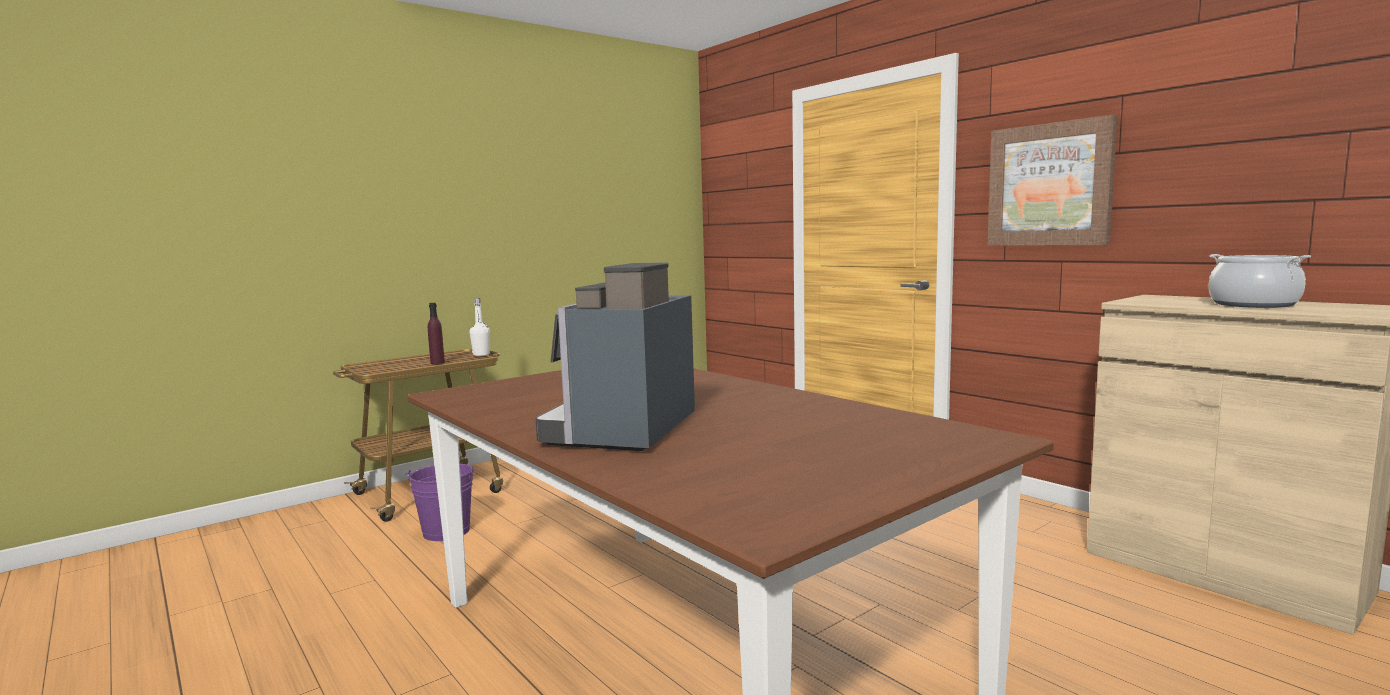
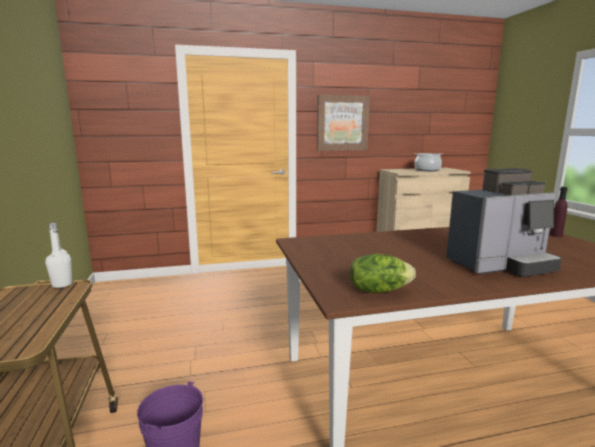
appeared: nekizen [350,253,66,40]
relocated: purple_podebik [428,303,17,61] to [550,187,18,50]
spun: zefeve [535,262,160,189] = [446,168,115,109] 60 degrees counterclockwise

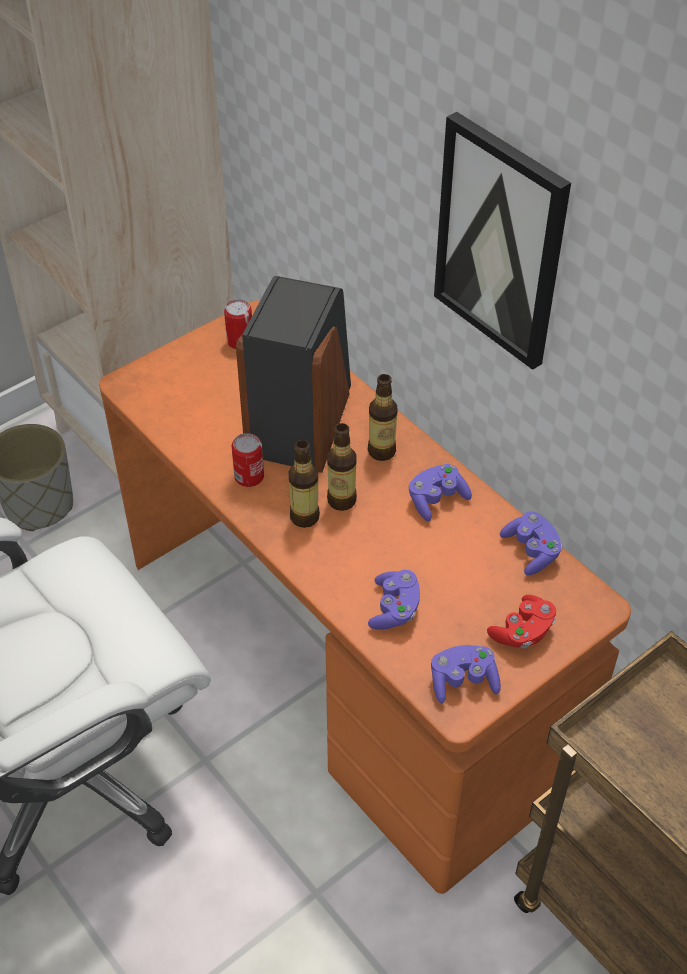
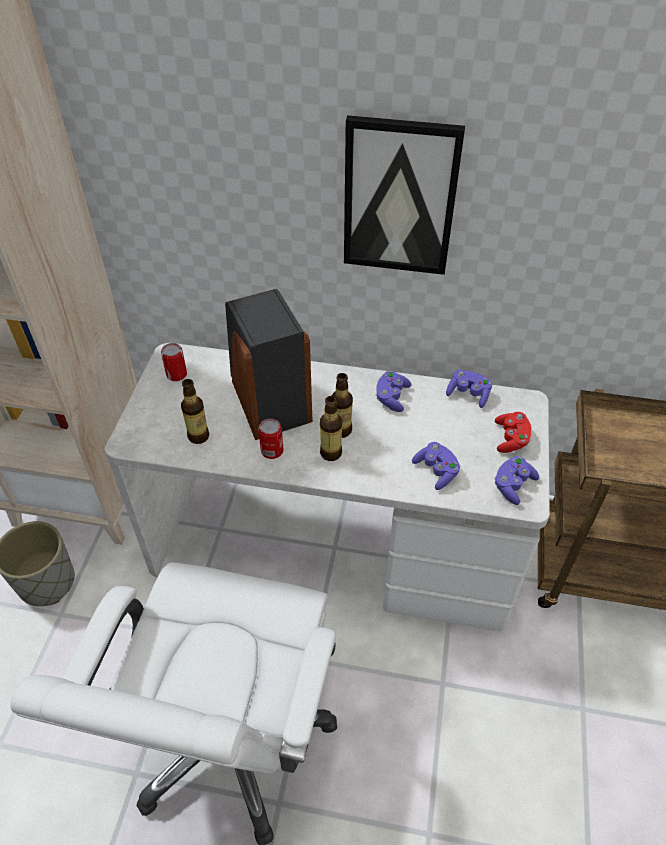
relocated: podebik [368,374,29,87] to [181,379,28,65]
colour: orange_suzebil [99,301,532,593] to white_suzebil [104,343,446,289]

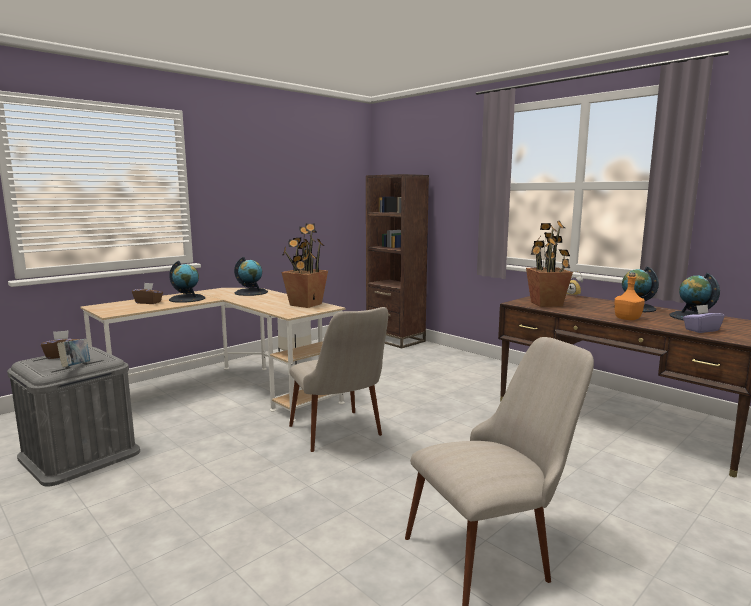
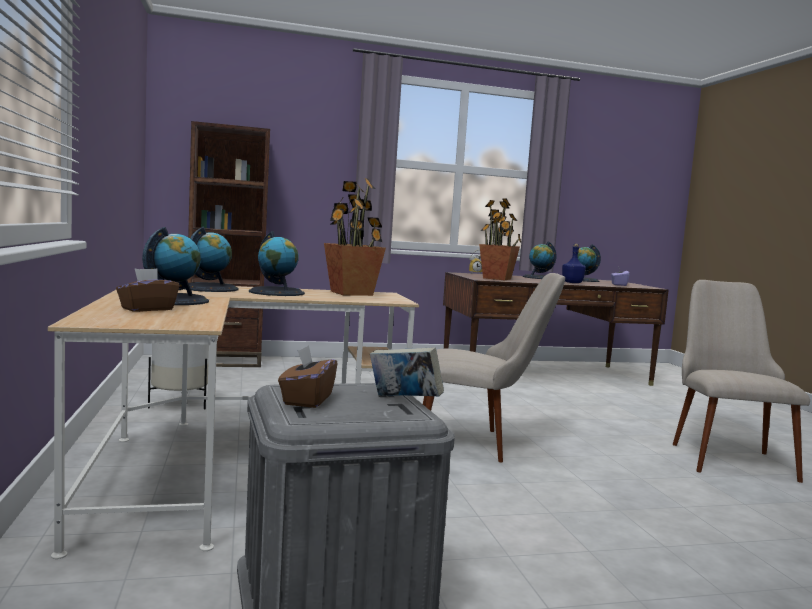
appeared: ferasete [249,231,56,65]
colour: orange_podebik [614,273,31,47] to blue_podebik [562,244,24,39]

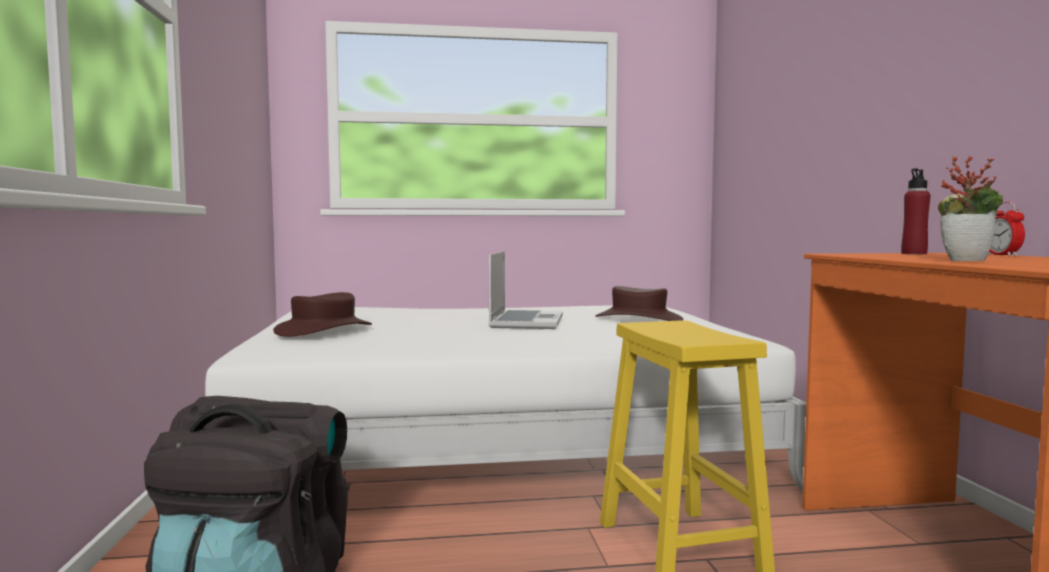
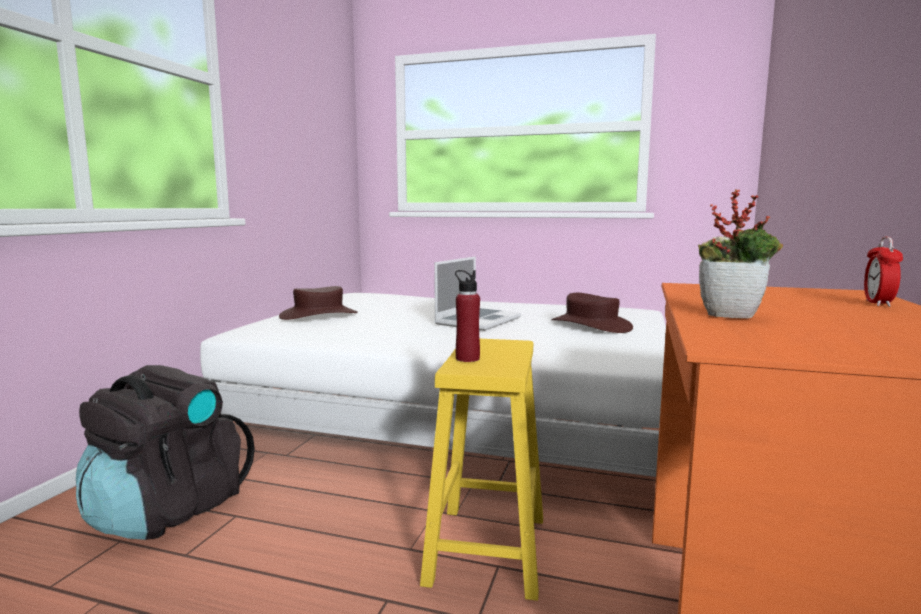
relocated: red_podebik [901,168,29,86] to [455,270,25,92]

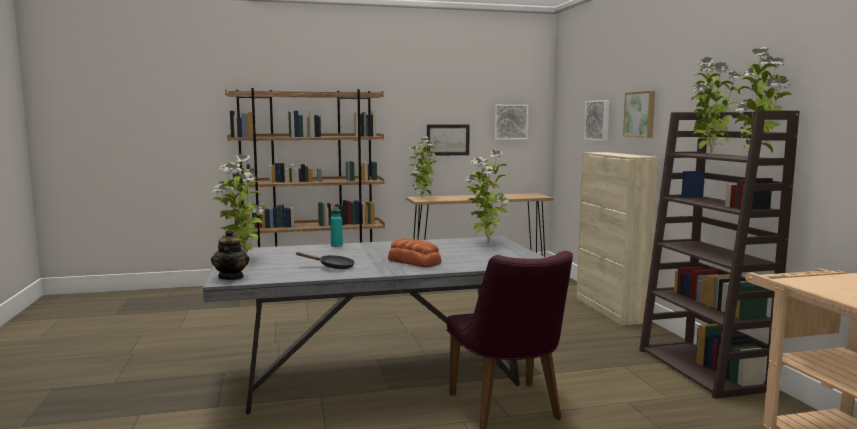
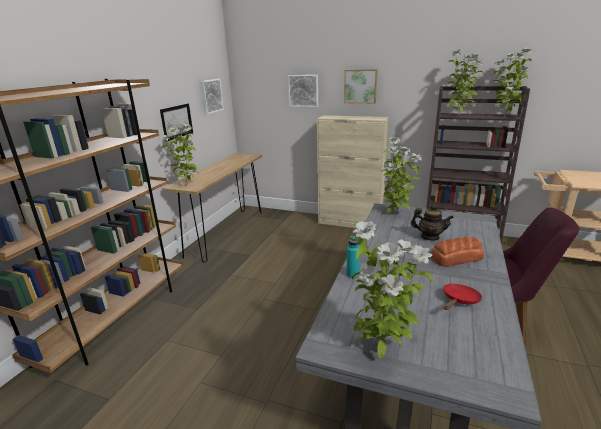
relocated: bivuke [211,229,38,51] to [411,204,43,37]
colour: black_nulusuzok [296,252,59,17] to red_nulusuzok [443,284,39,26]

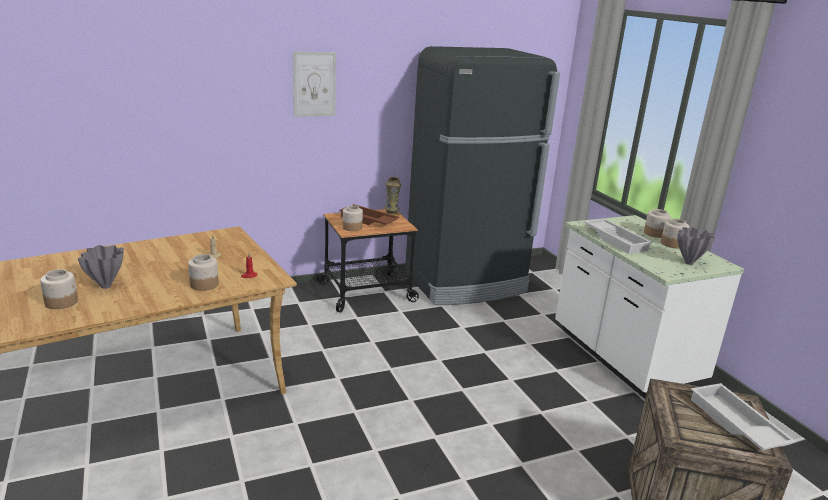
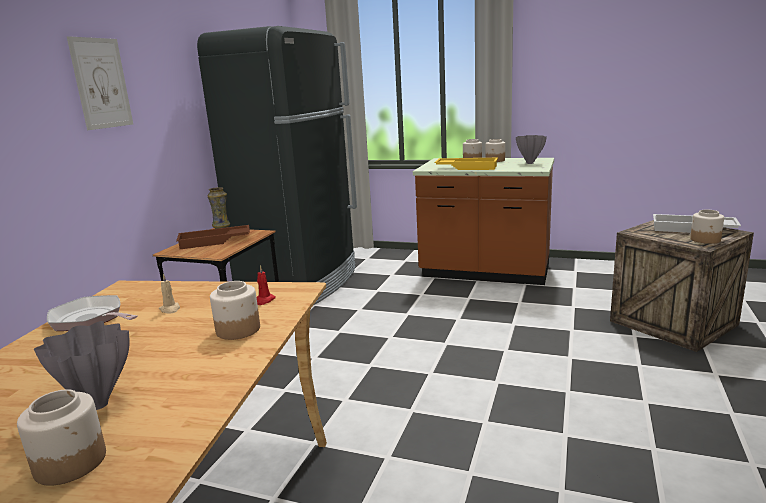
appeared: nulusuzok [47,295,91,36]
relocated: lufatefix [342,205,21,26] to [690,210,34,34]
colour: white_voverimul [555,215,189,184] to brown_voverimul [413,158,141,127]; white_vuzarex [584,219,68,35] to yellow_vuzarex [434,158,64,12]

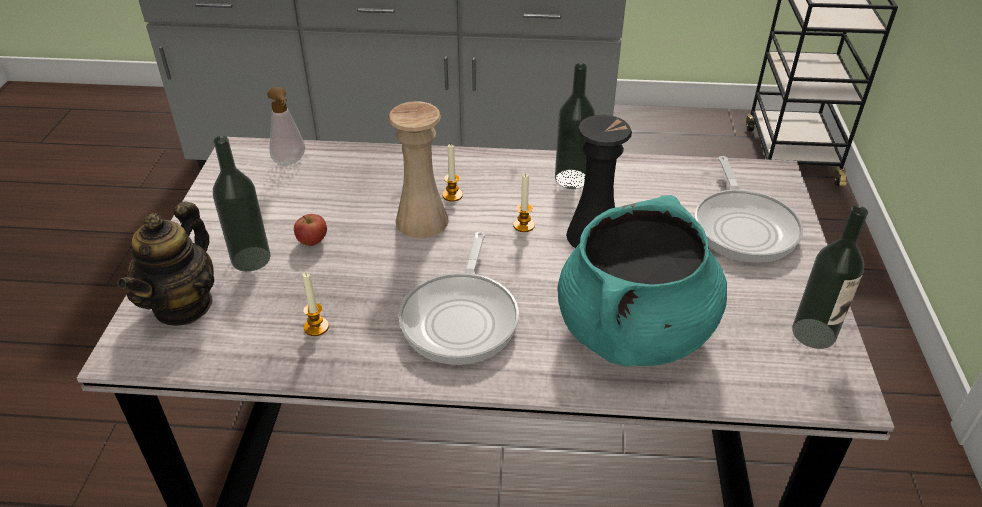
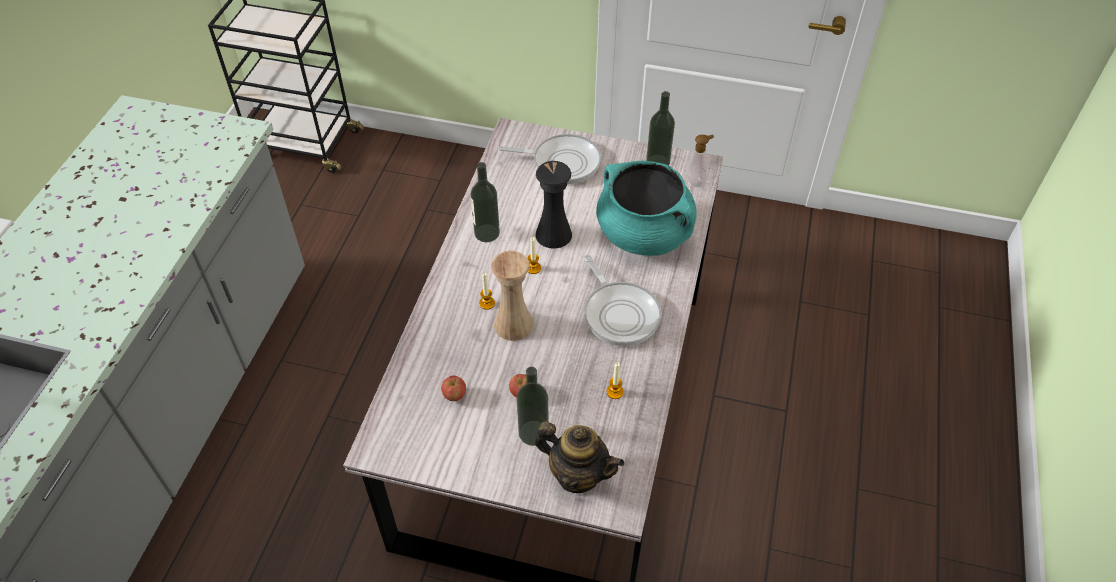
appeared: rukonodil [441,376,25,25]
relocated: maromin [267,87,38,78] to [686,134,28,53]
spun: nulusuzok [399,232,120,133] = [584,255,77,91] 45 degrees clockwise

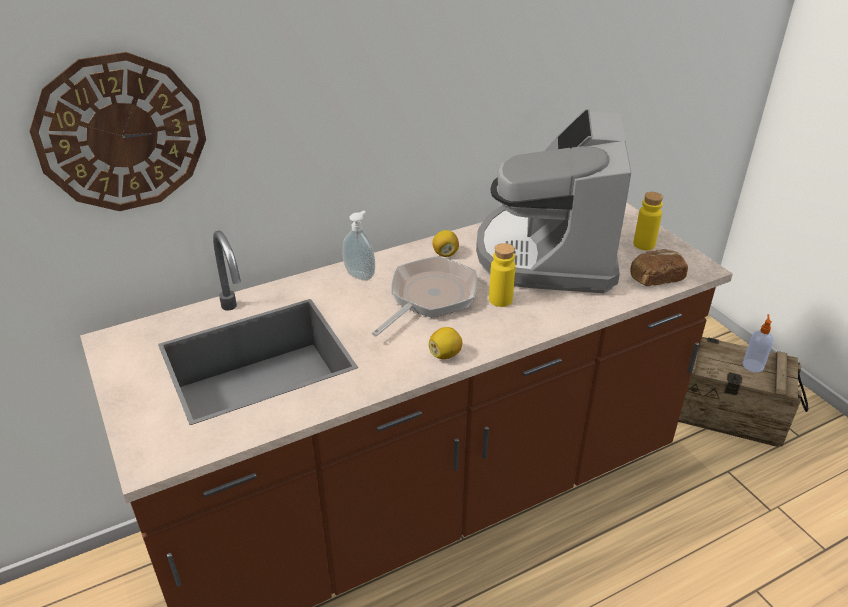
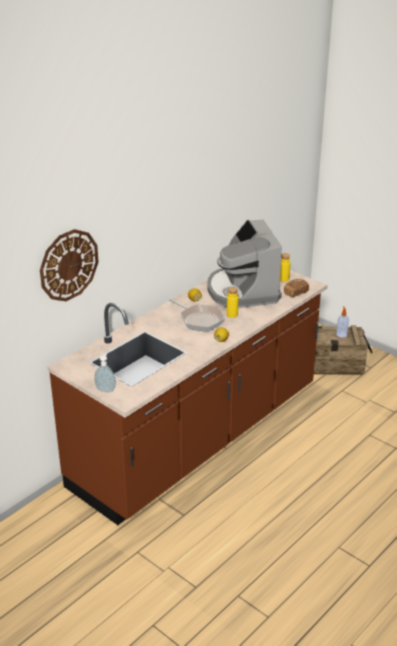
relocated: maromin [342,210,33,71] to [94,354,22,38]
spun: nulusuzok [372,256,105,81] = [169,299,55,33] 120 degrees clockwise

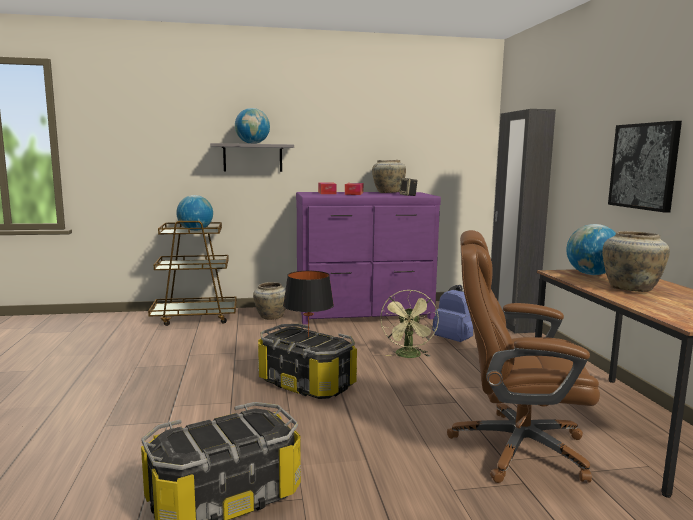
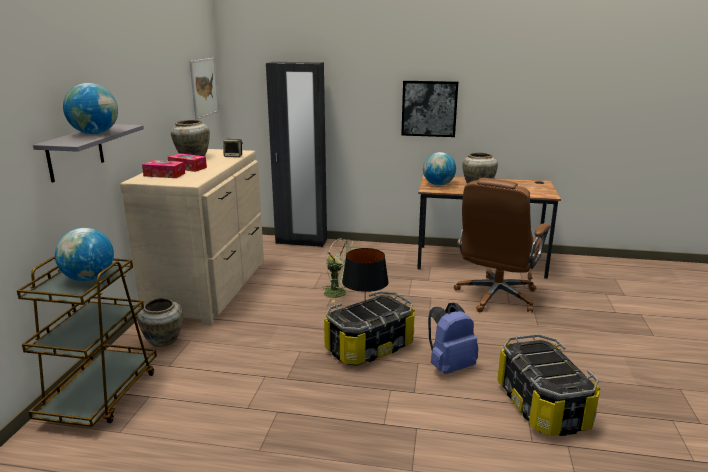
appeared: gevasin [189,58,30,62]
relocated: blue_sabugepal [432,285,41,57] to [428,303,50,71]
colour: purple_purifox [296,192,145,133] to beige_purifox [120,149,144,177]

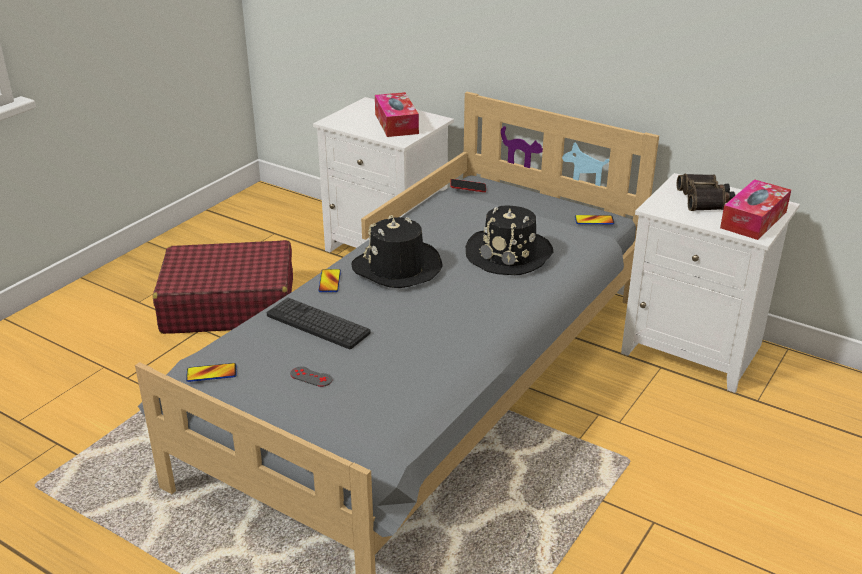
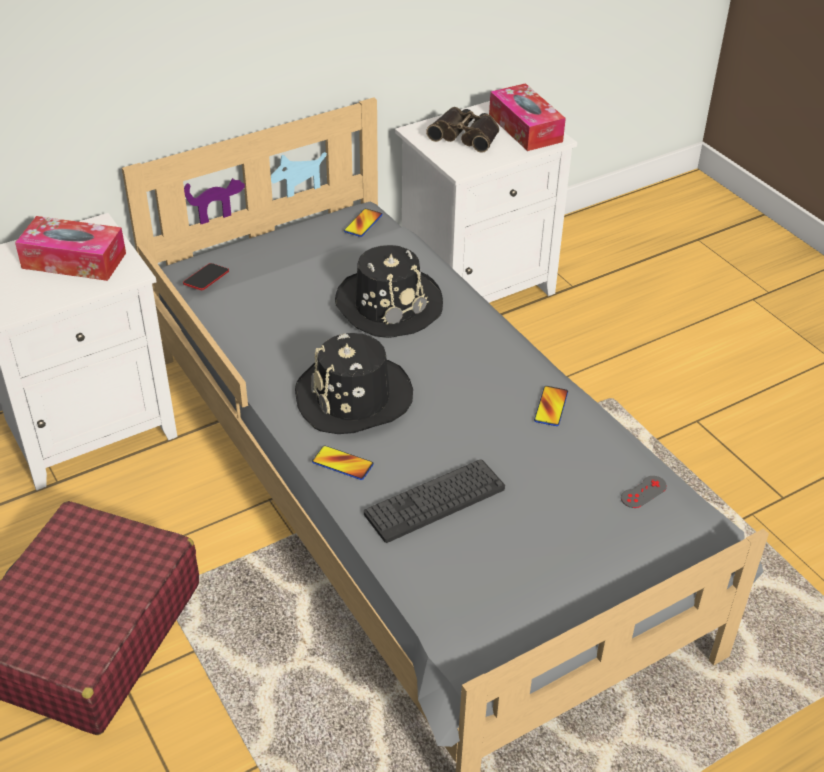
relocated: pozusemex [186,363,50,19] to [534,386,34,40]; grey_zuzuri [290,367,42,20] to [621,476,46,32]

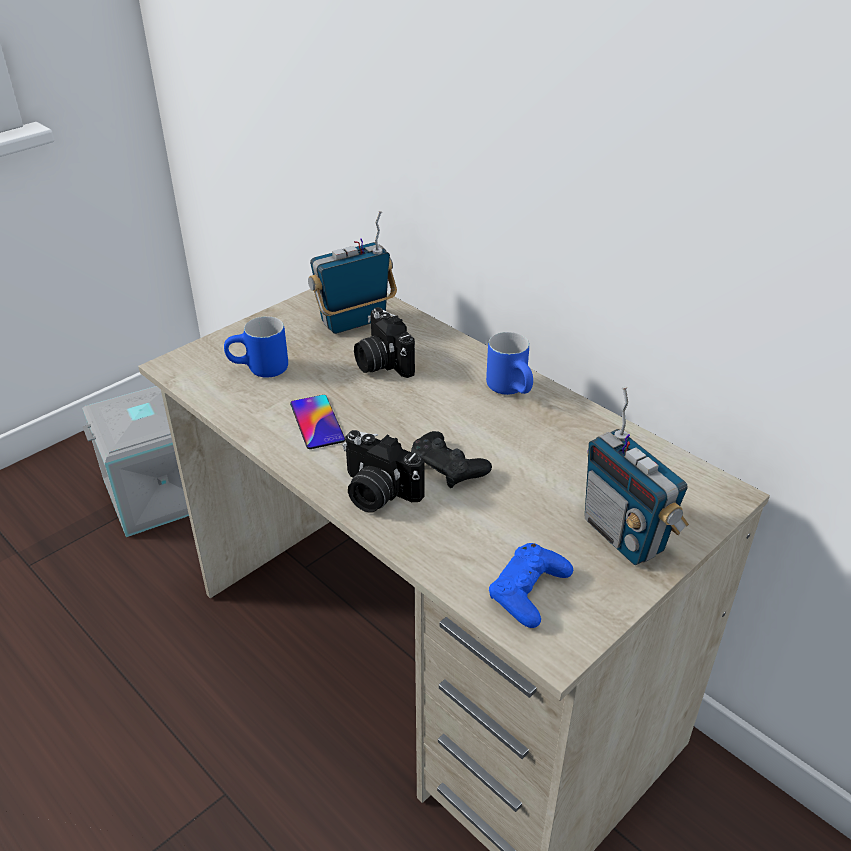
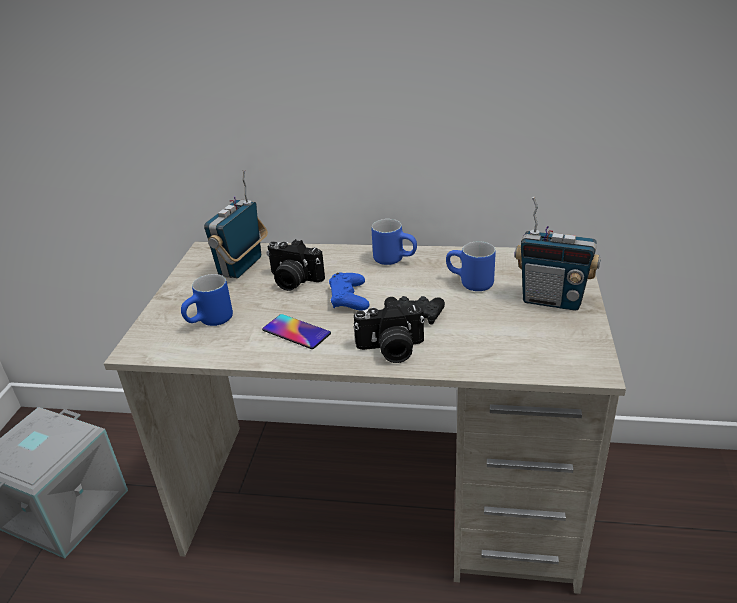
appeared: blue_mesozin [446,241,50,50]
relocated: blue_zuzuri [489,543,84,85] to [329,272,40,38]

